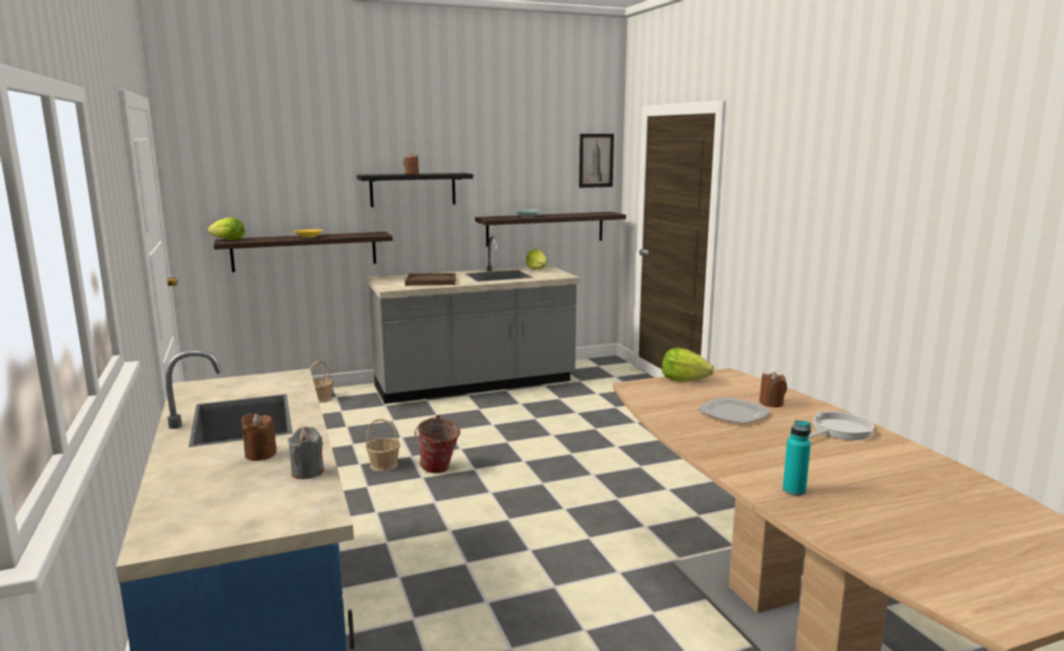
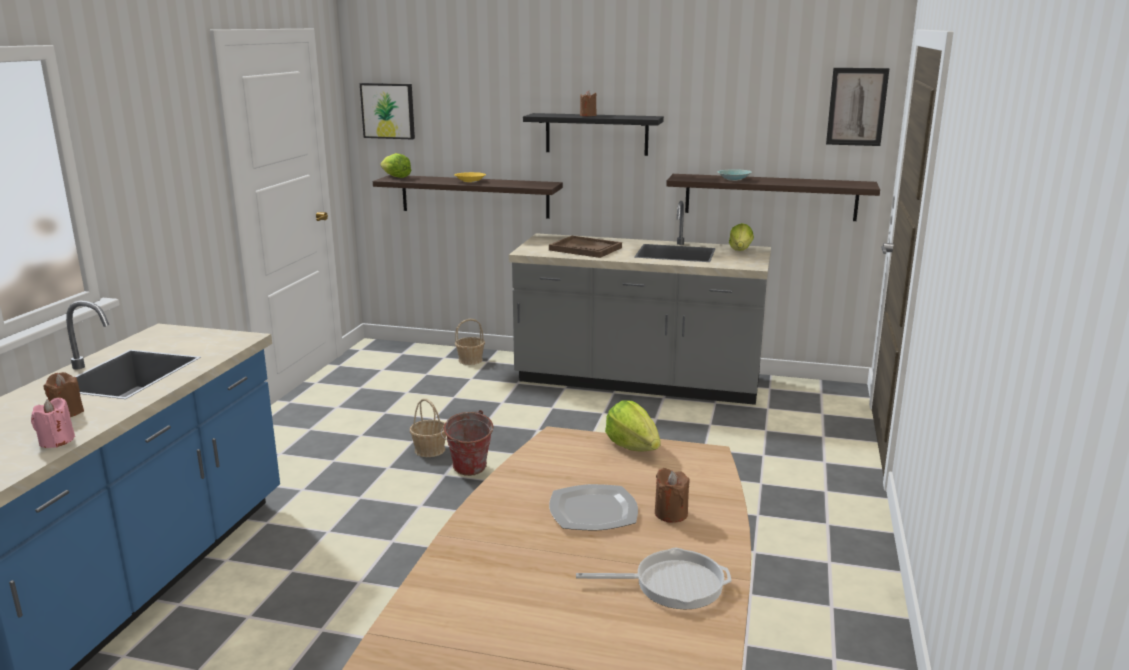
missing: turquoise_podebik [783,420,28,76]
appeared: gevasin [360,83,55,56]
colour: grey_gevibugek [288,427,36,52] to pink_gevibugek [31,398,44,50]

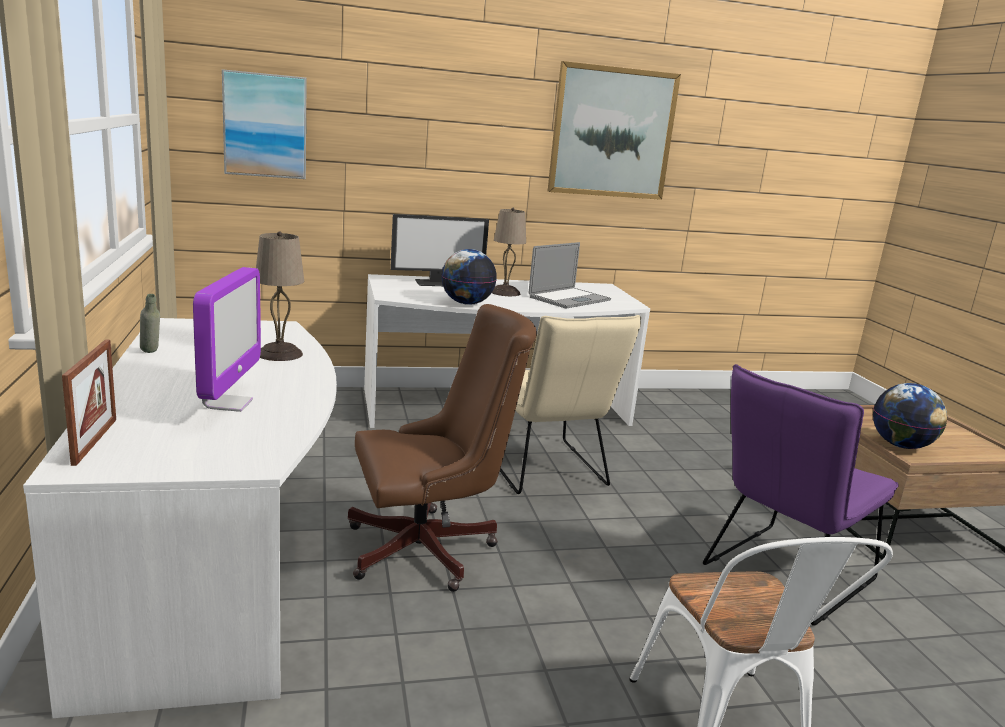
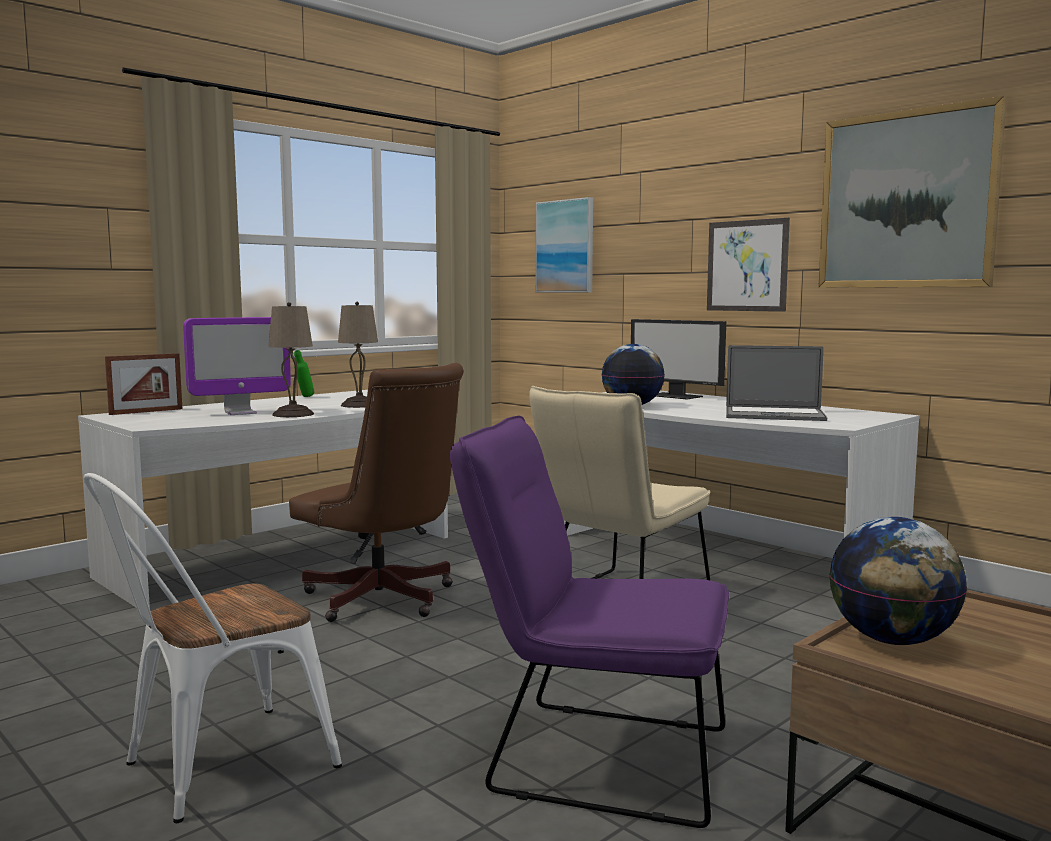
appeared: gevasin [707,218,83,94]
relocated: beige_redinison [492,208,34,88] to [268,302,46,115]
colour: grey_podebik [140,294,20,59] to green_podebik [294,350,20,47]

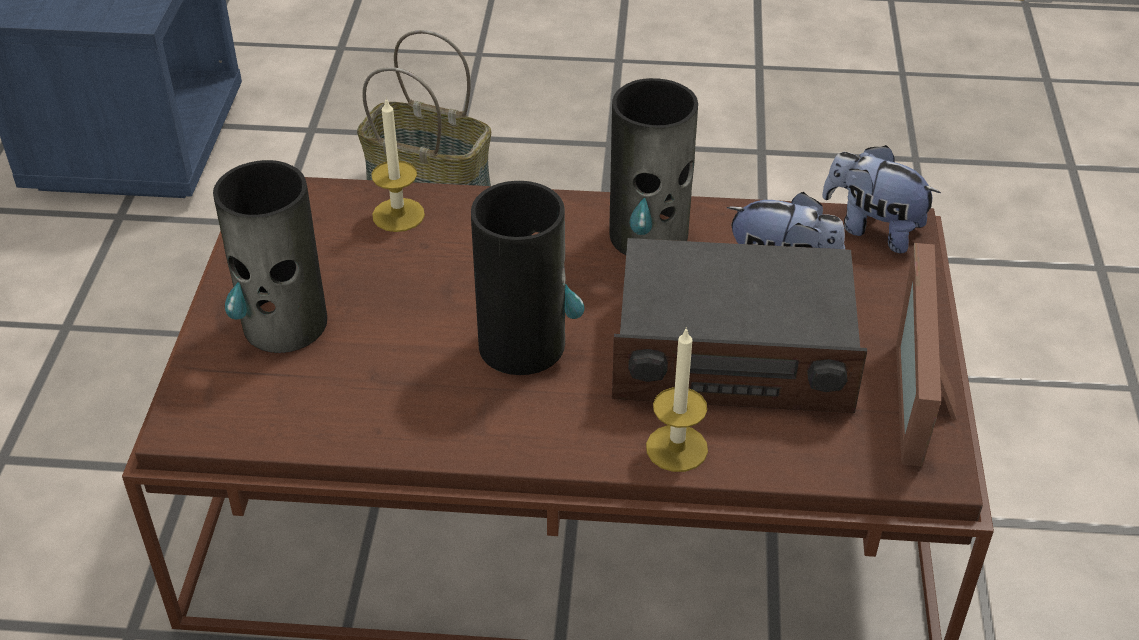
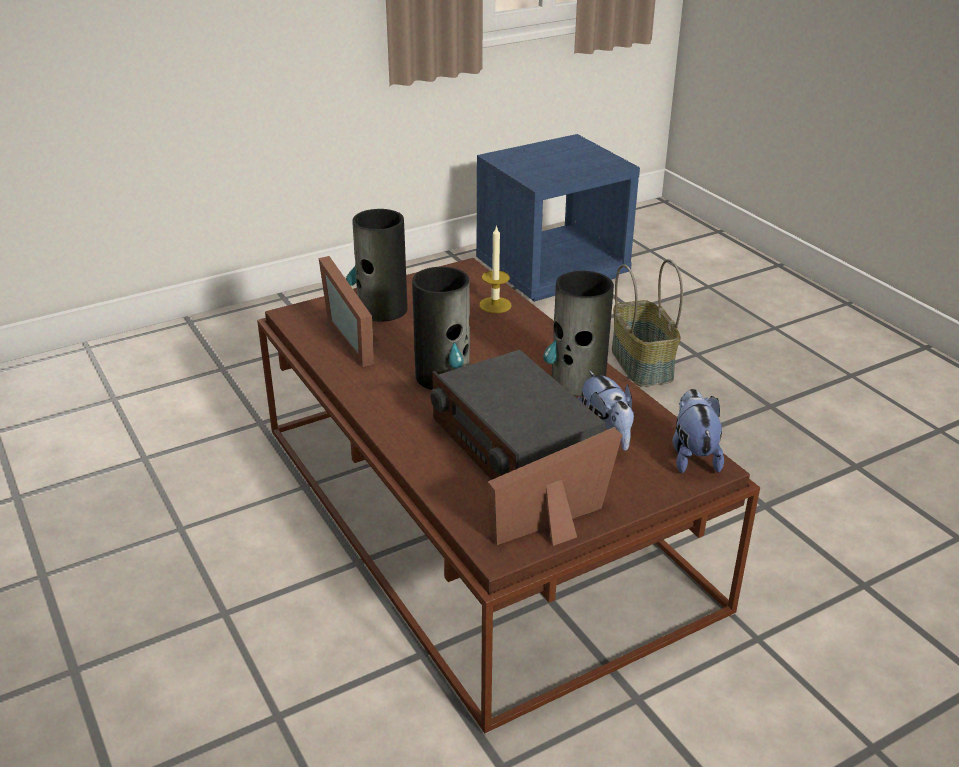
missing: gevibugek [646,327,62,145]
appeared: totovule [319,256,59,111]

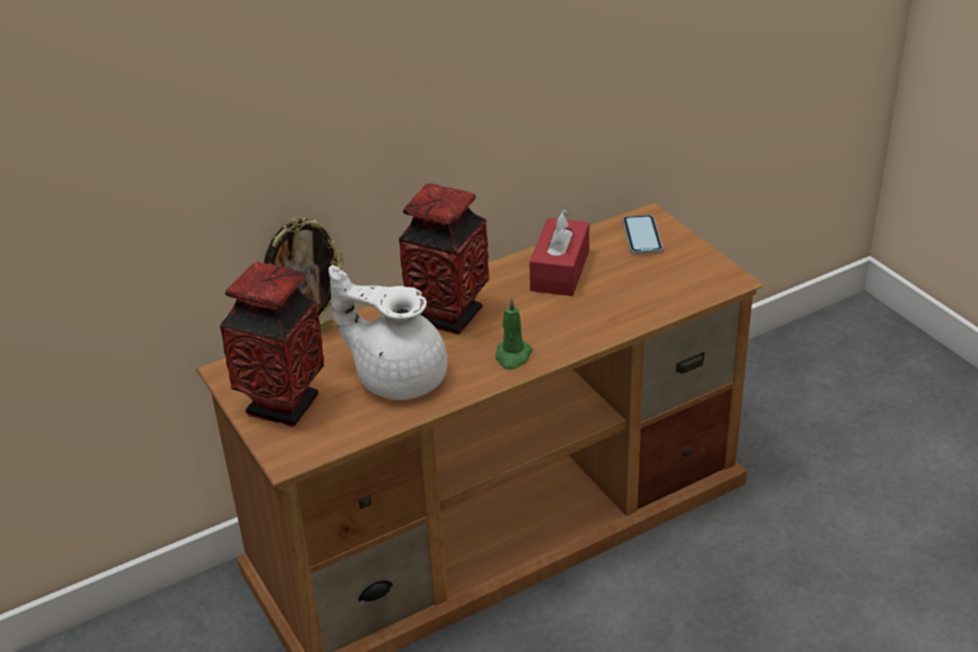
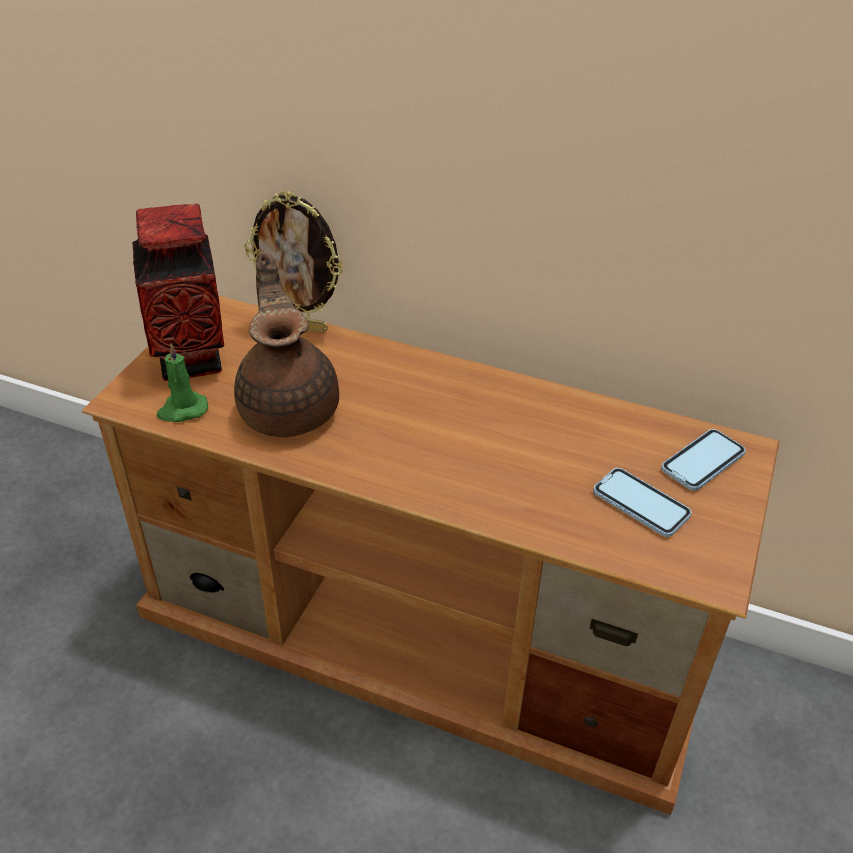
missing: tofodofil [399,183,91,152]; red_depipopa [529,209,60,87]
appeared: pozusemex [593,468,99,69]
relocated: green_gevibugek [495,297,38,73] to [157,343,51,79]
colour: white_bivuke [328,265,119,135] to brown_bivuke [234,252,105,185]

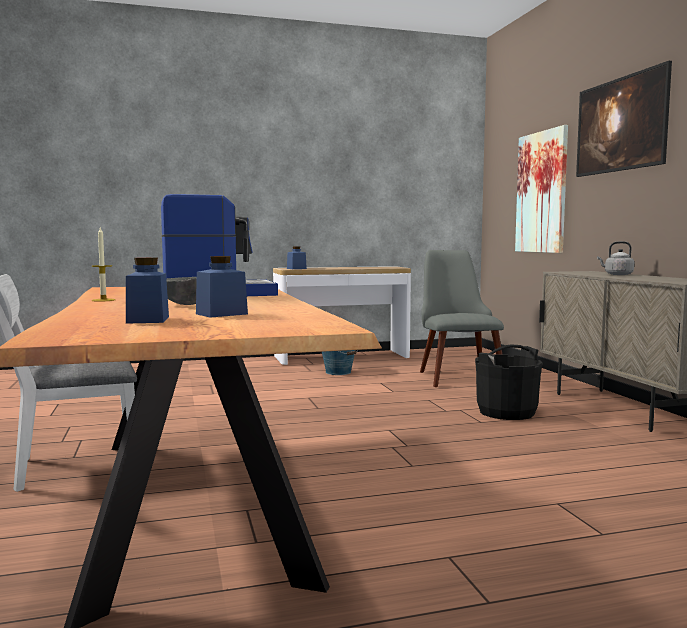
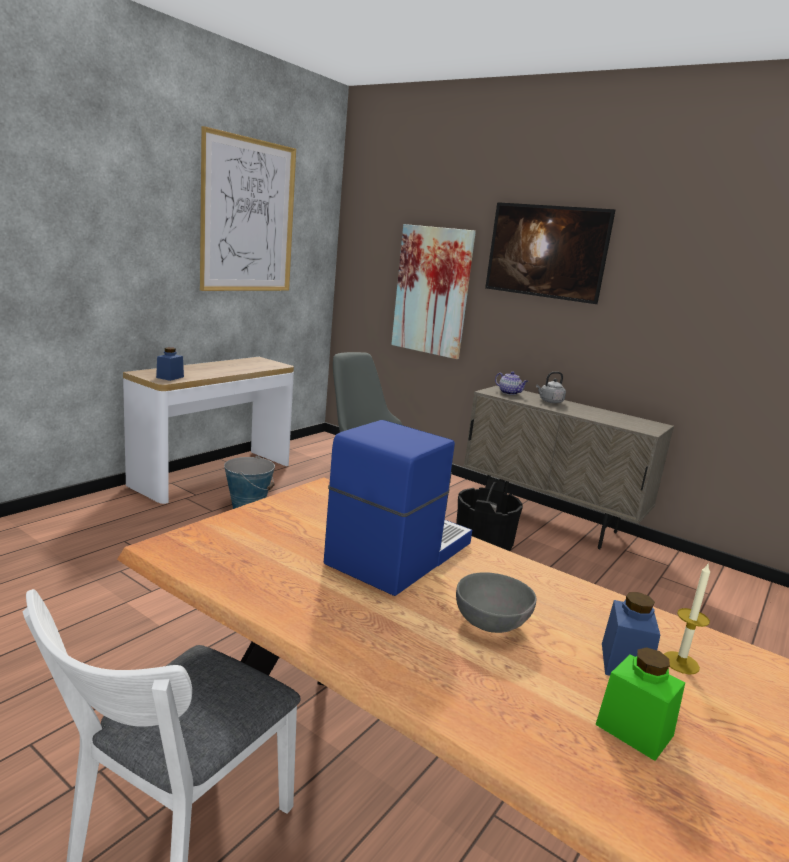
appeared: gevasin [200,126,96,165]; bivuke [495,371,33,24]
relocated: gevibugek [92,228,23,74] to [664,562,46,113]
colour: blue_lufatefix [126,257,43,67] to green_lufatefix [595,647,90,114]

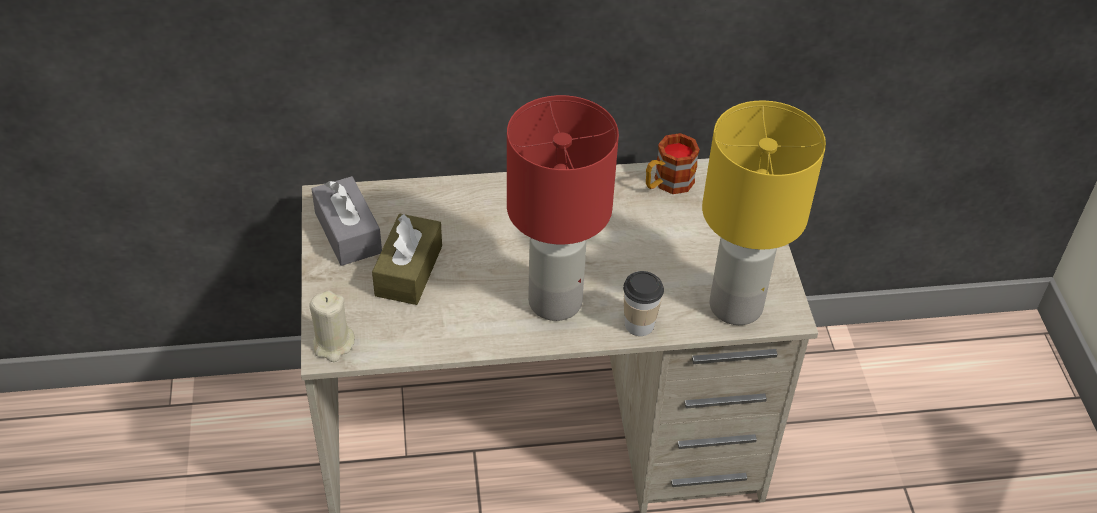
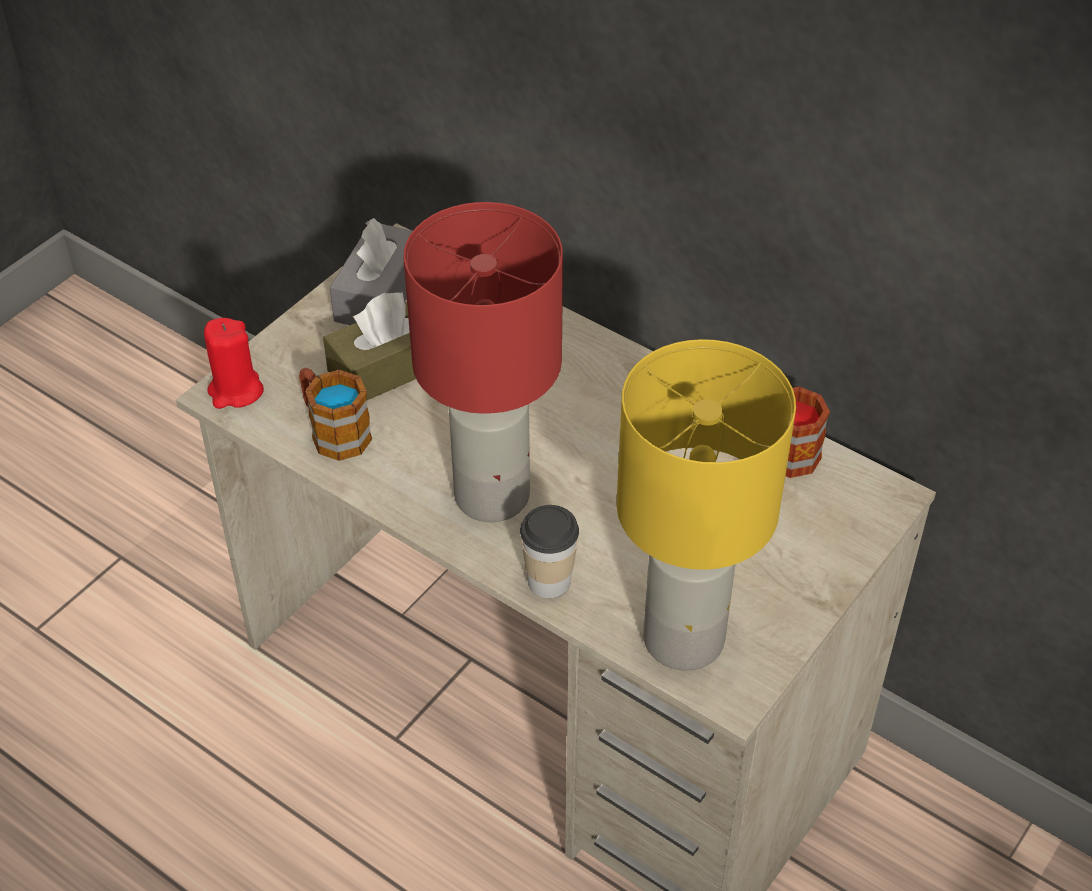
appeared: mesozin [299,368,73,93]
colour: beige_gevibugek [309,290,46,72] to red_gevibugek [204,318,60,91]

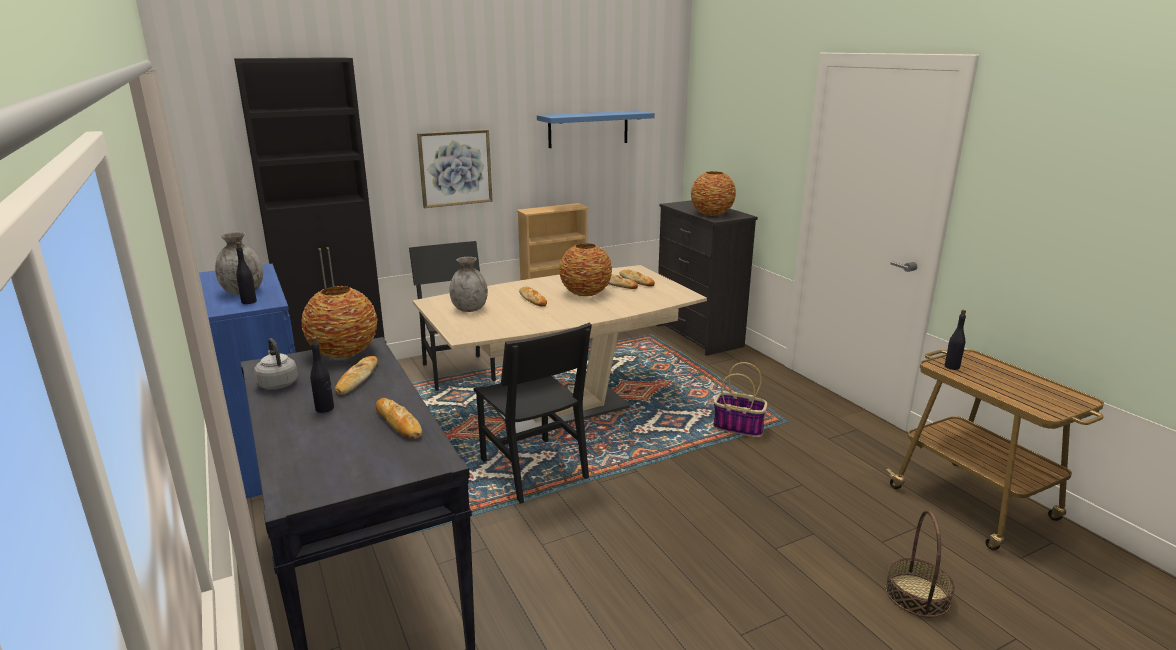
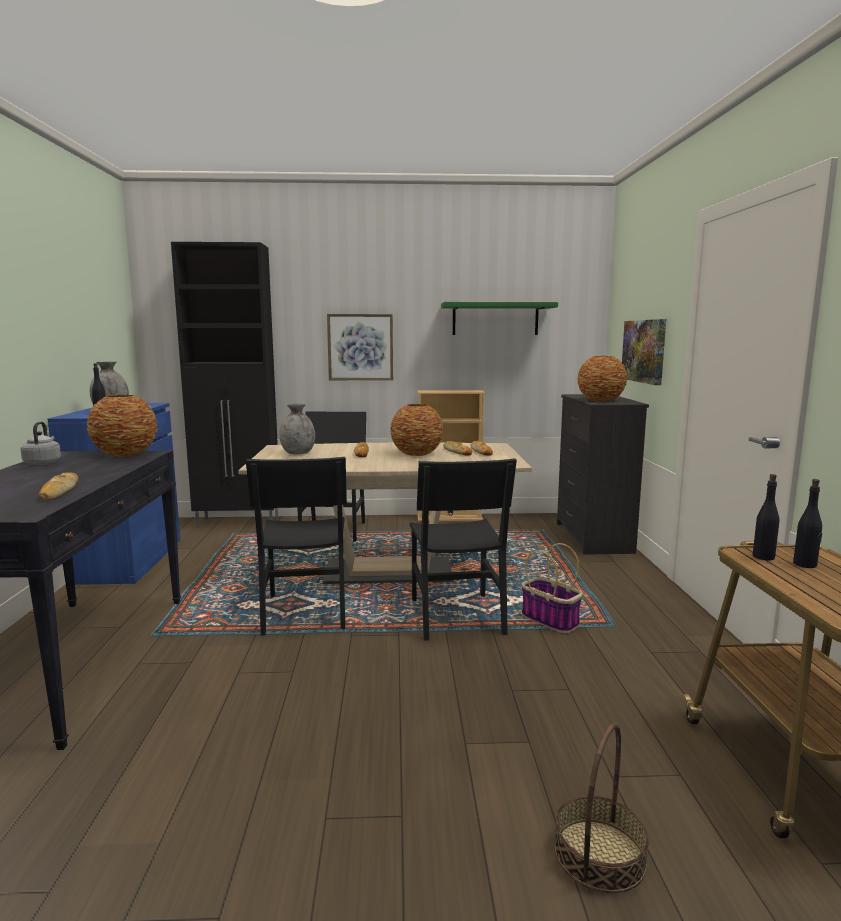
missing: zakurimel [335,356,43,39]
appeared: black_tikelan [410,458,107,183]; gevasin [622,319,44,66]
relocated: black_podebik [310,337,24,76] to [793,479,29,89]
colour: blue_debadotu [537,110,118,38] to green_debadotu [441,302,117,33]

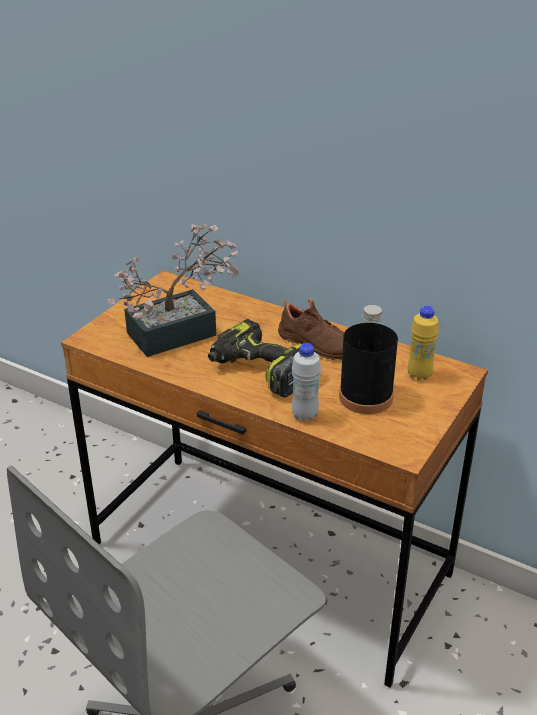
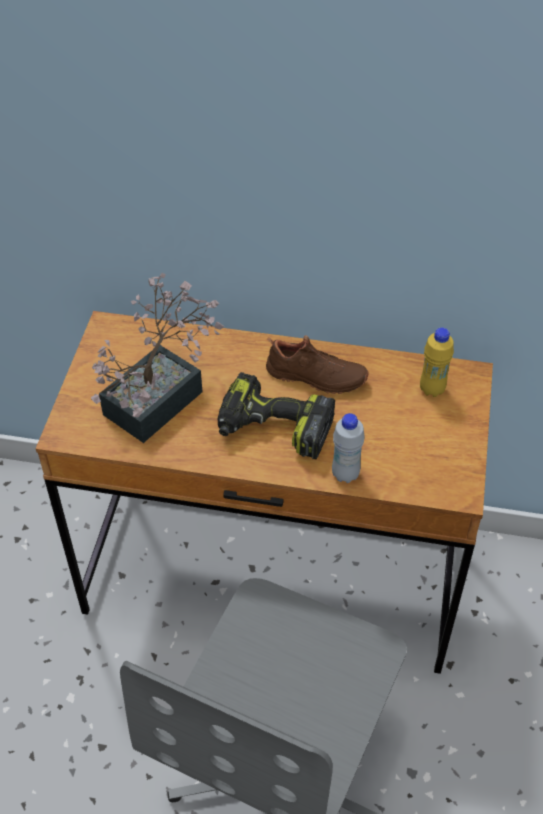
missing: black_podebik [339,305,59,109]

